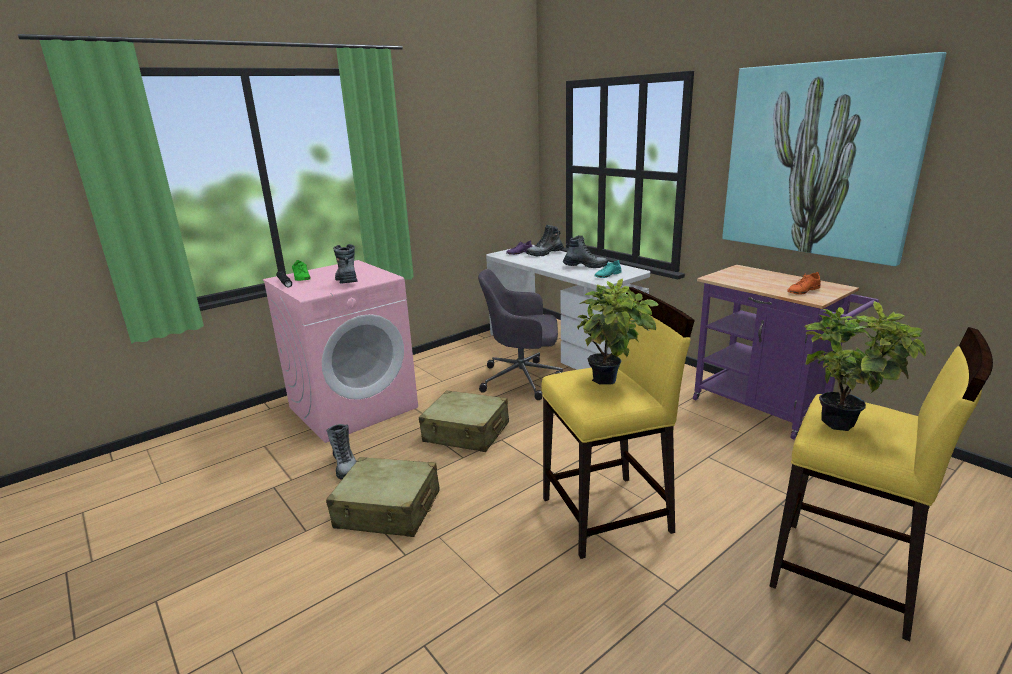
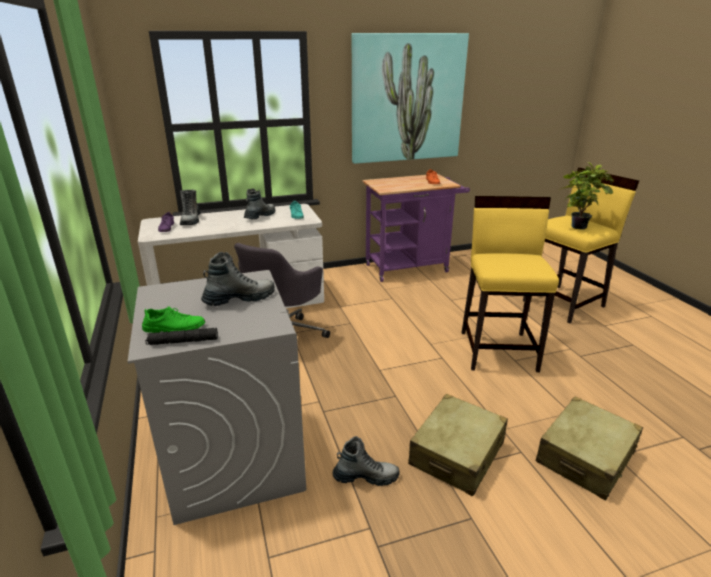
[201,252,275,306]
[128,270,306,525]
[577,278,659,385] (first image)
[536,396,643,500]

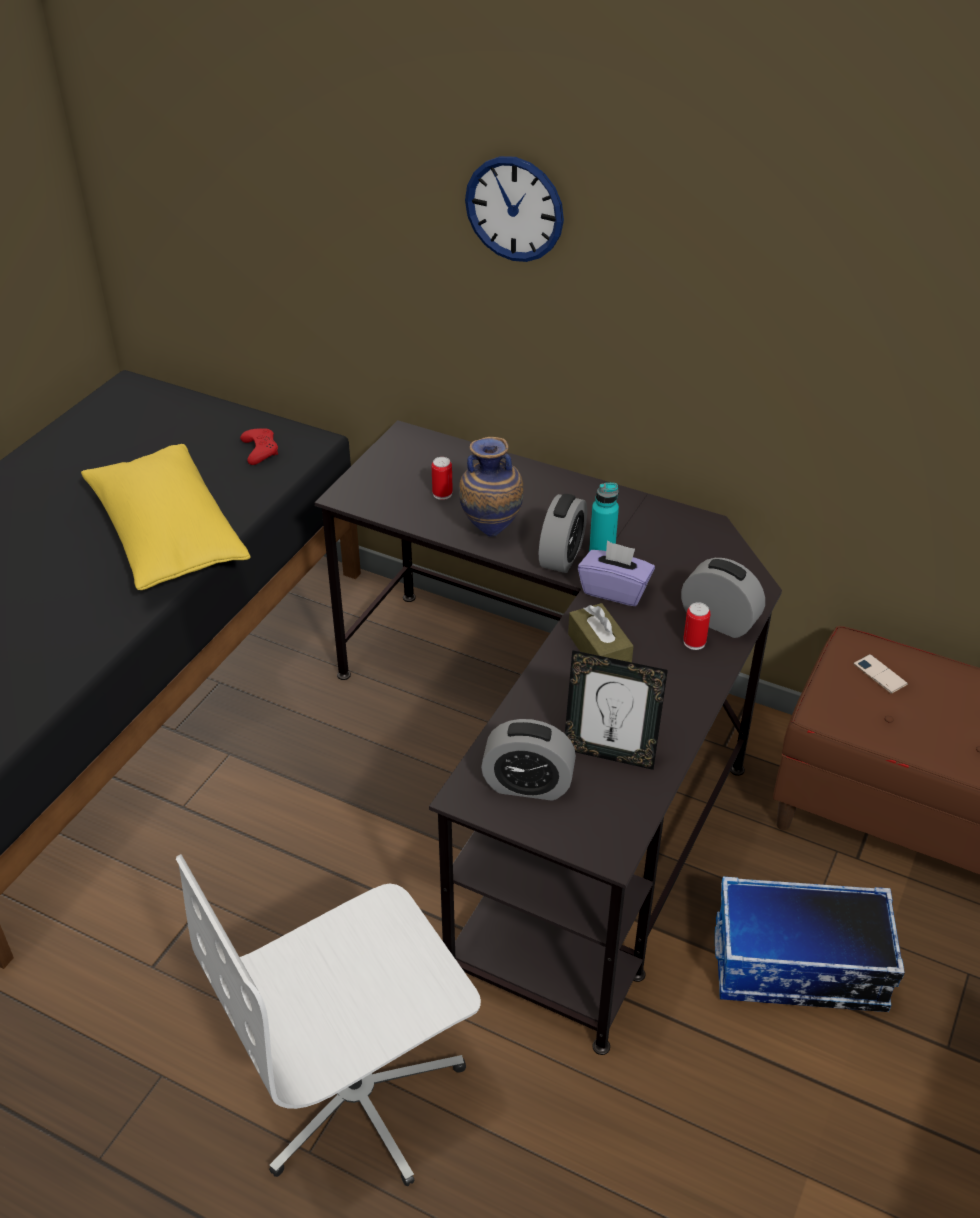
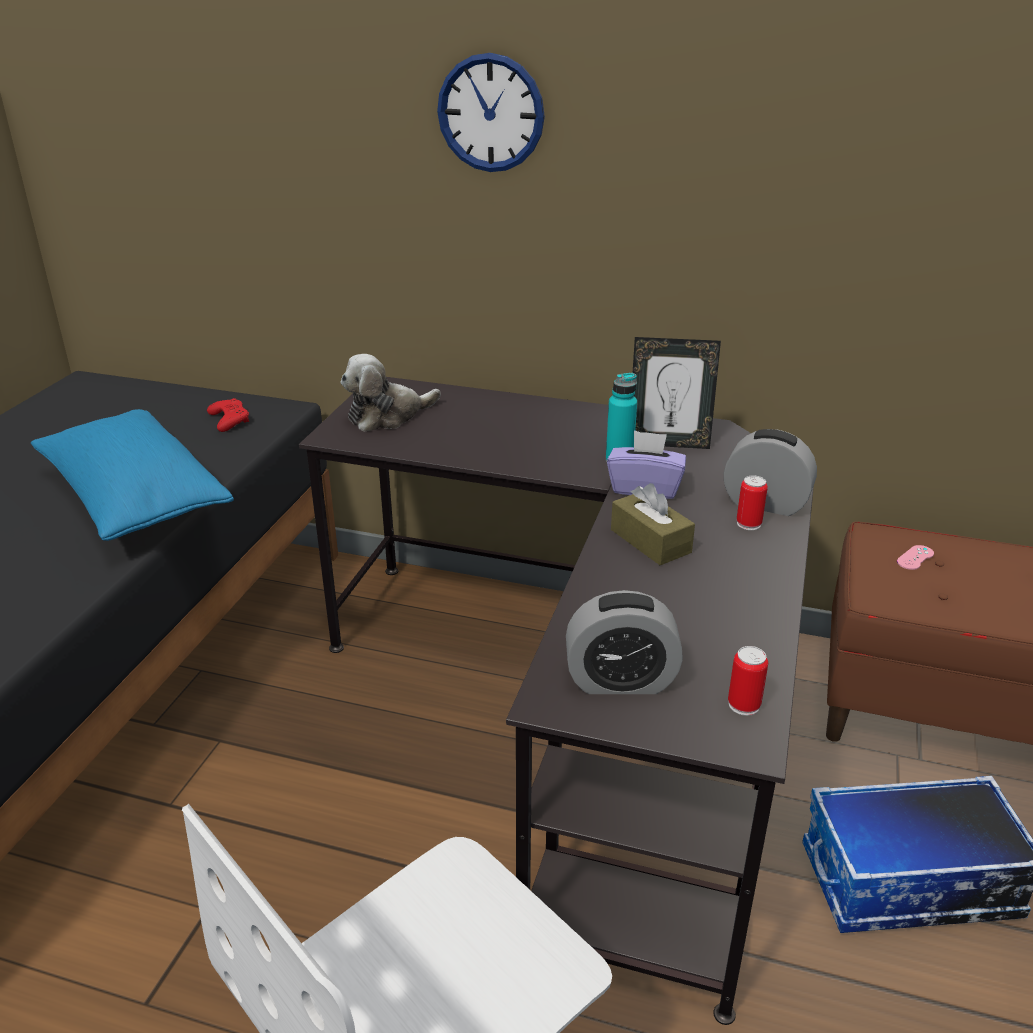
[459,437,523,537] (first image)
[31,409,234,541]
[728,646,768,716]
[539,494,587,573] (first image)
[633,337,721,449]
[897,545,934,570]
[340,354,441,432]

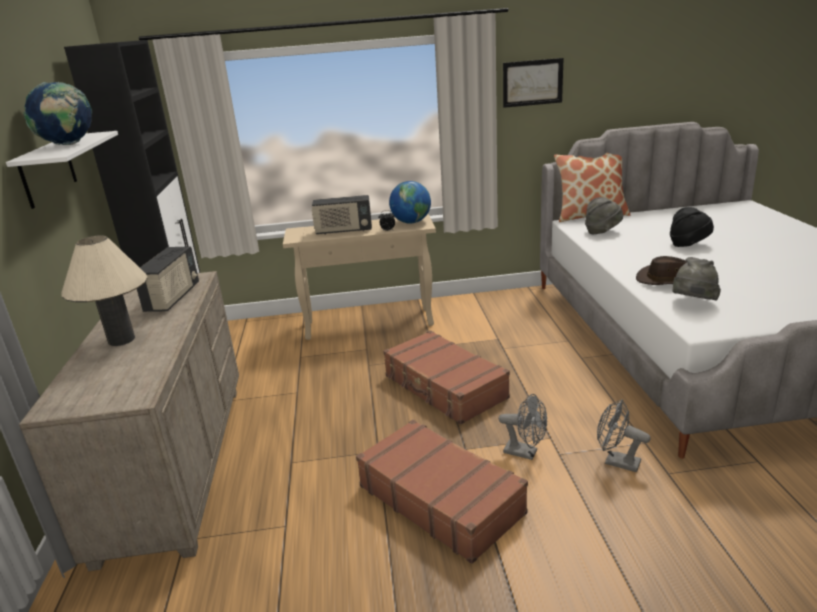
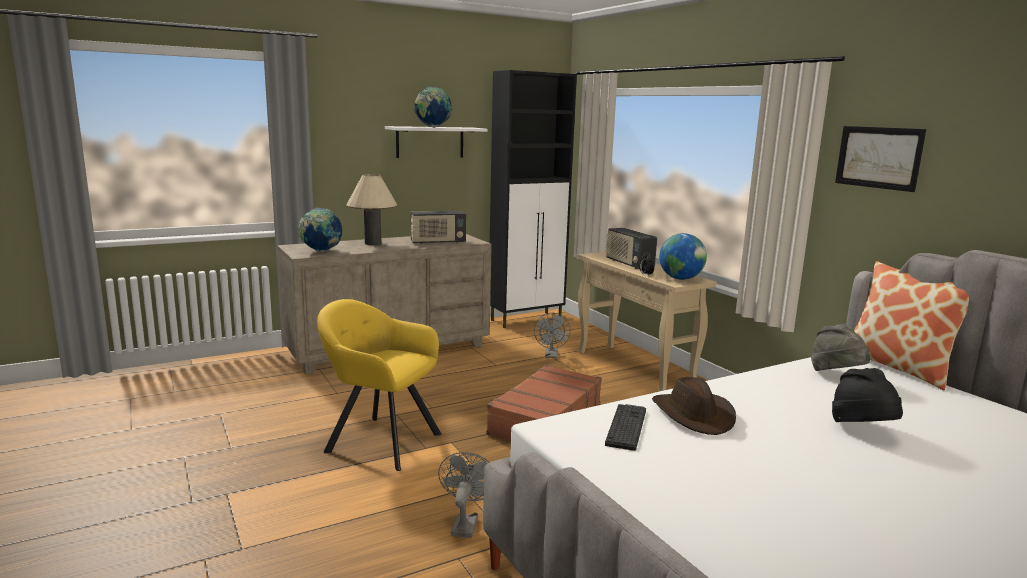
[605,404,646,451]
[534,313,571,358]
[317,299,441,471]
[298,208,342,252]

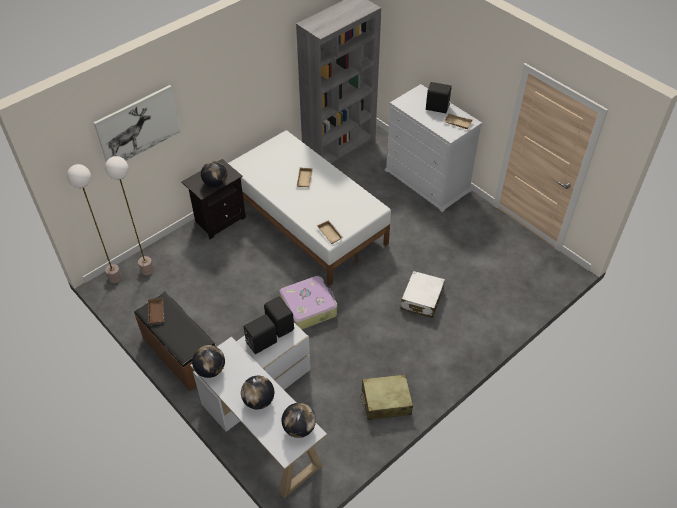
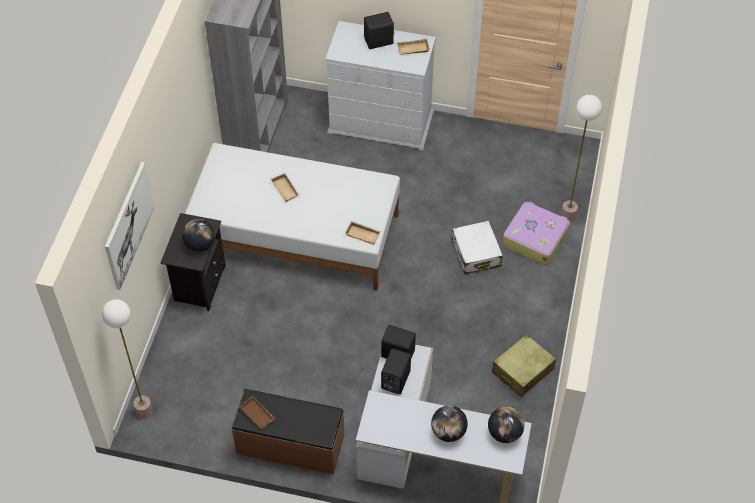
[561,95,602,222]
[502,202,570,265]
[192,345,225,378] (first image)

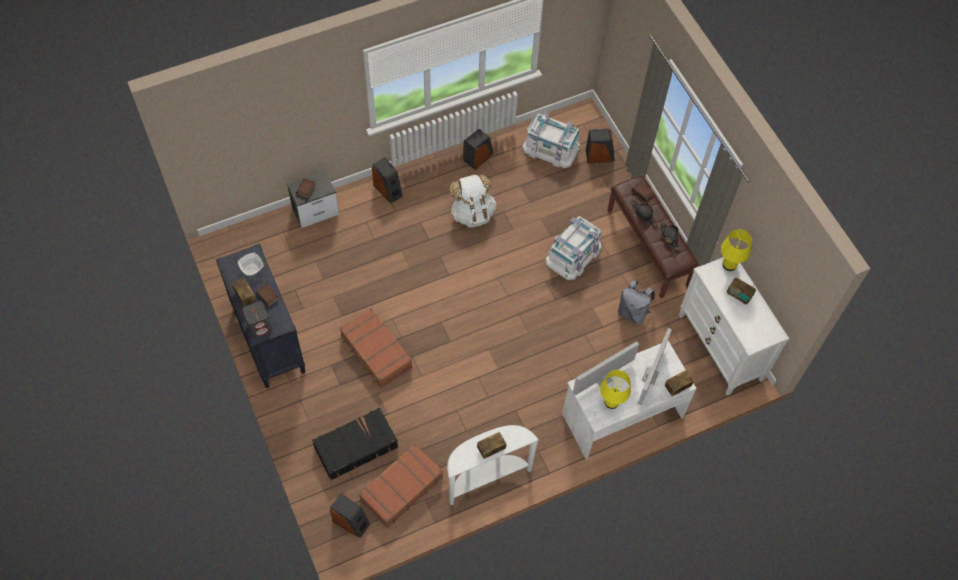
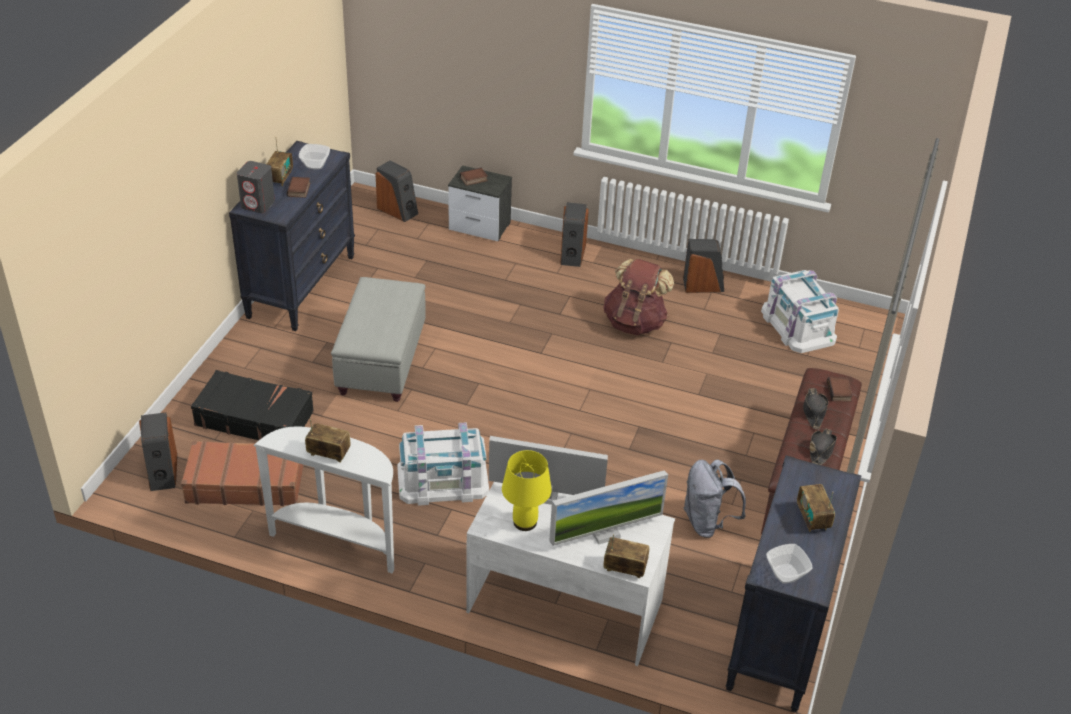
[375,160,418,222]
[603,258,674,335]
[397,423,489,506]
[721,229,752,271] (first image)
[726,455,861,712]
[331,277,426,402]
[766,544,813,584]

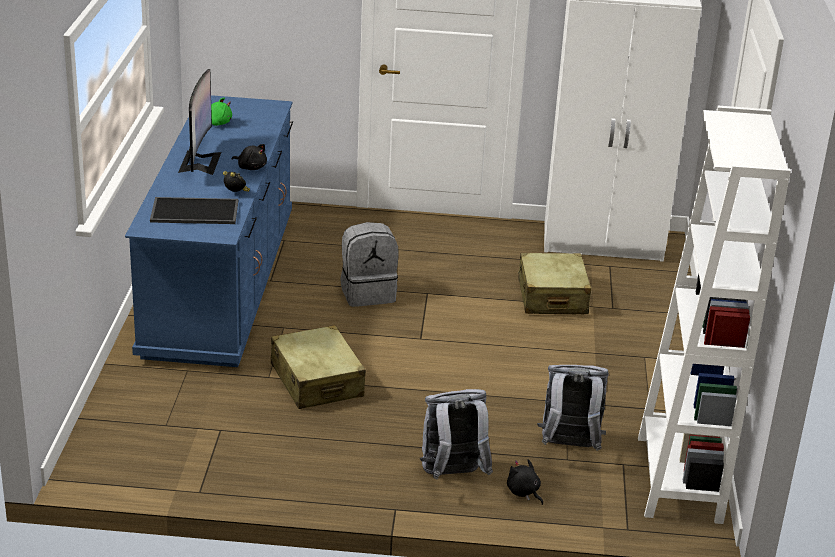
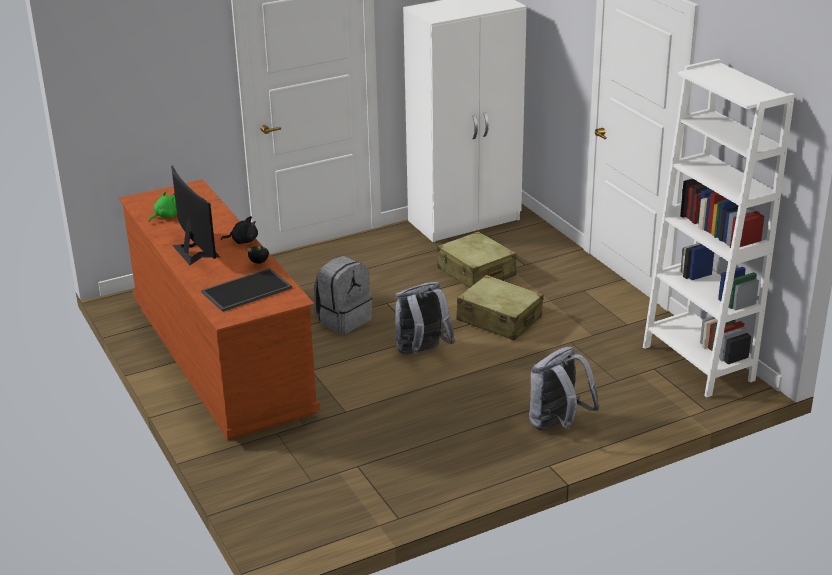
[119,179,320,440]
[456,275,544,340]
[395,282,455,354]
[507,459,543,505] (first image)

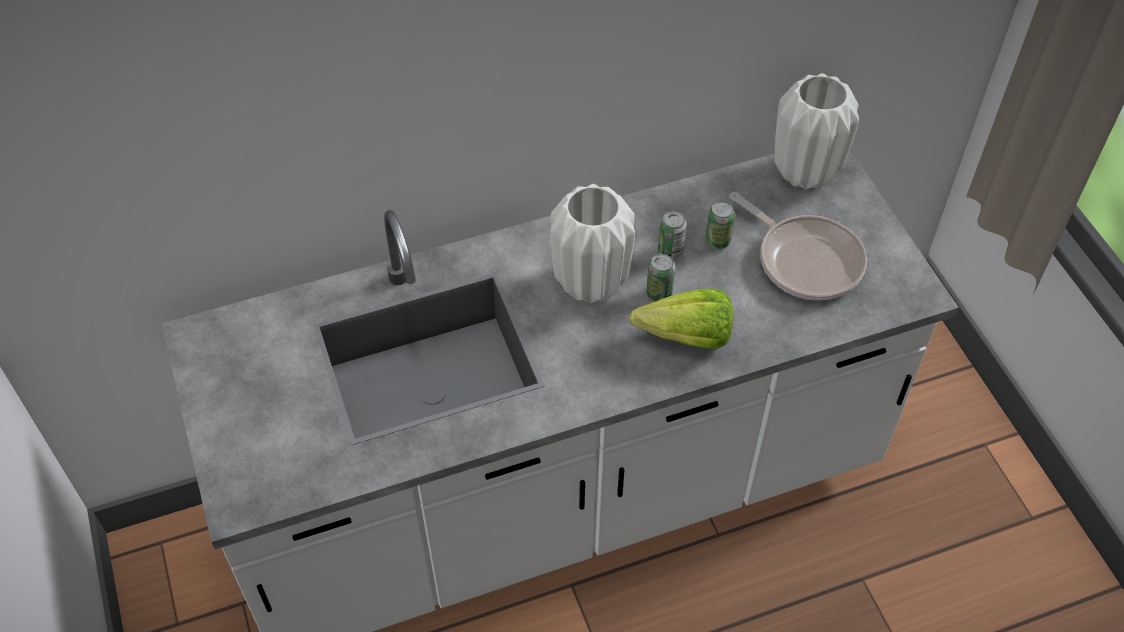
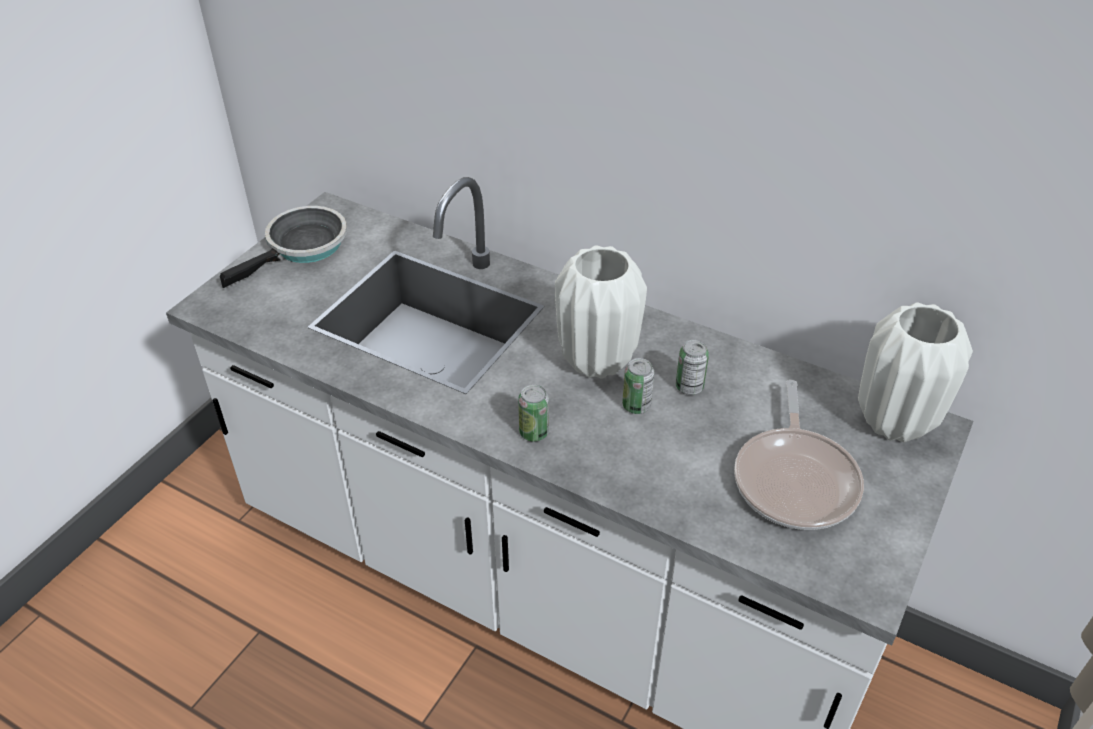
[518,385,549,442]
[629,289,733,350] (first image)
[220,206,347,288]

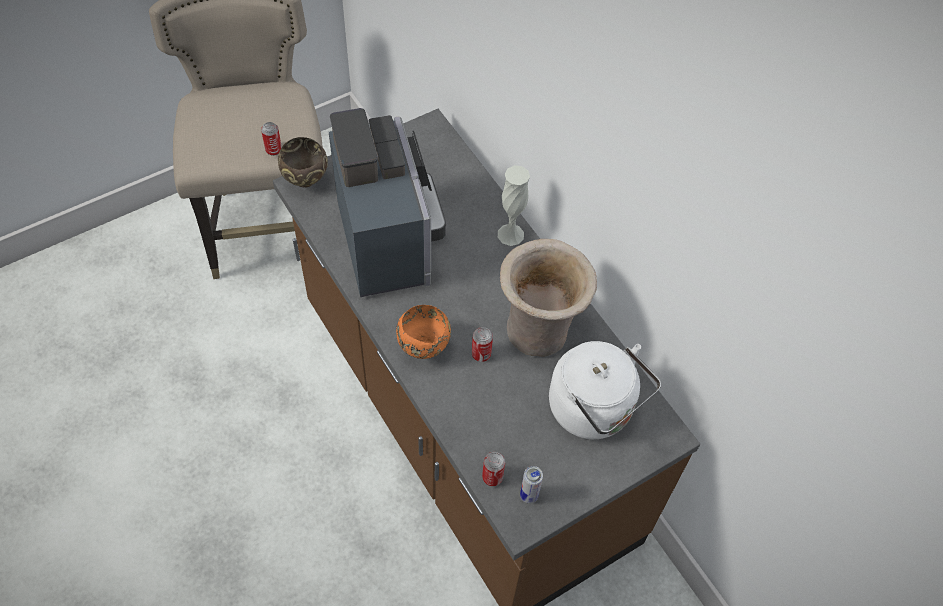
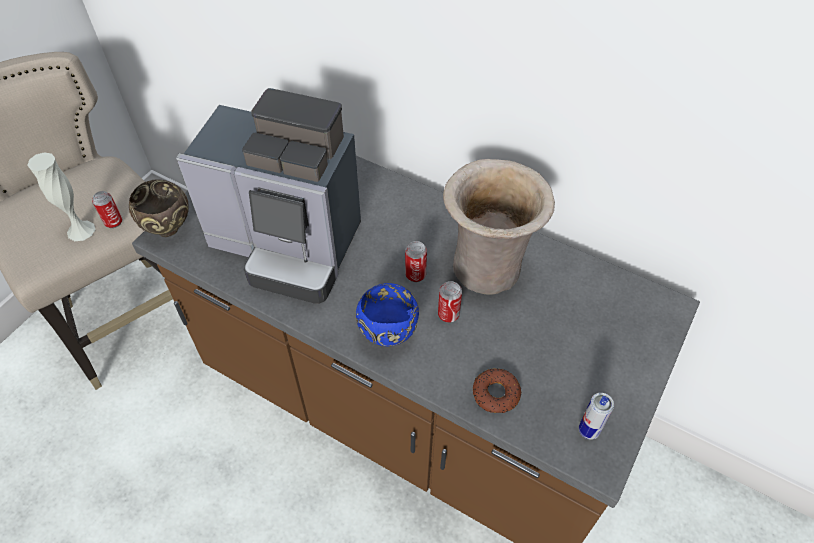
[176,88,361,304]
[27,152,95,241]
[356,283,419,346]
[549,341,661,439] (first image)
[405,241,427,282]
[473,368,521,413]

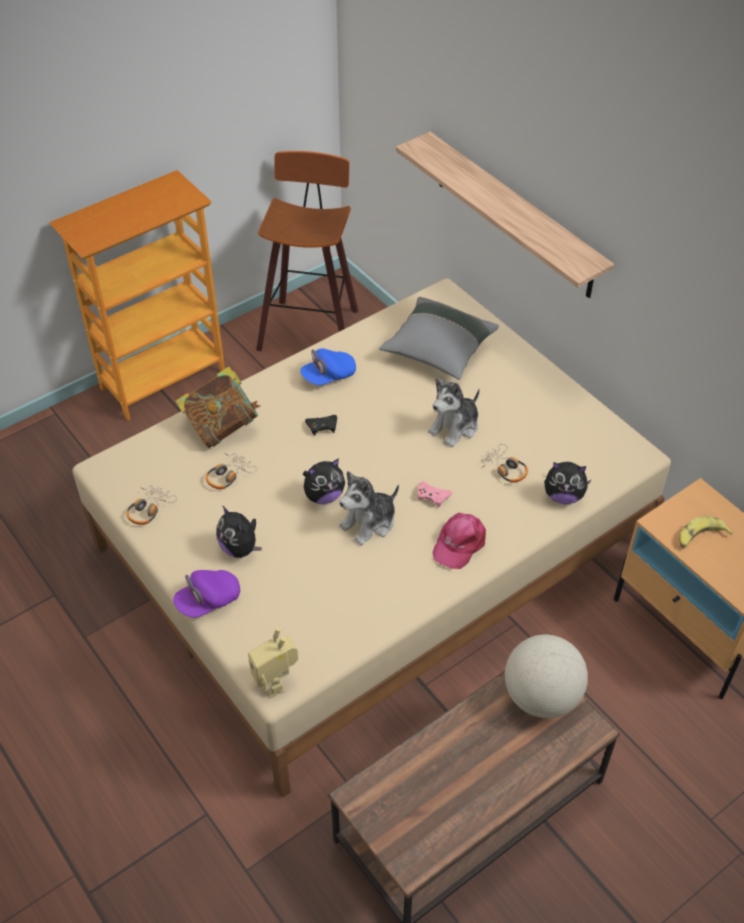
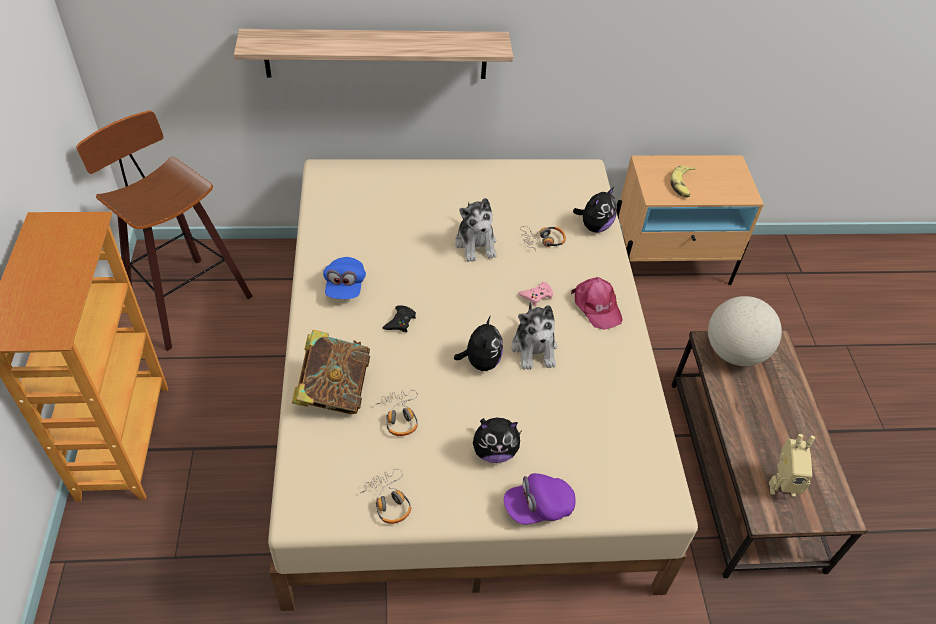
[379,297,499,380] (first image)
[504,473,576,524]
[769,434,815,497]

